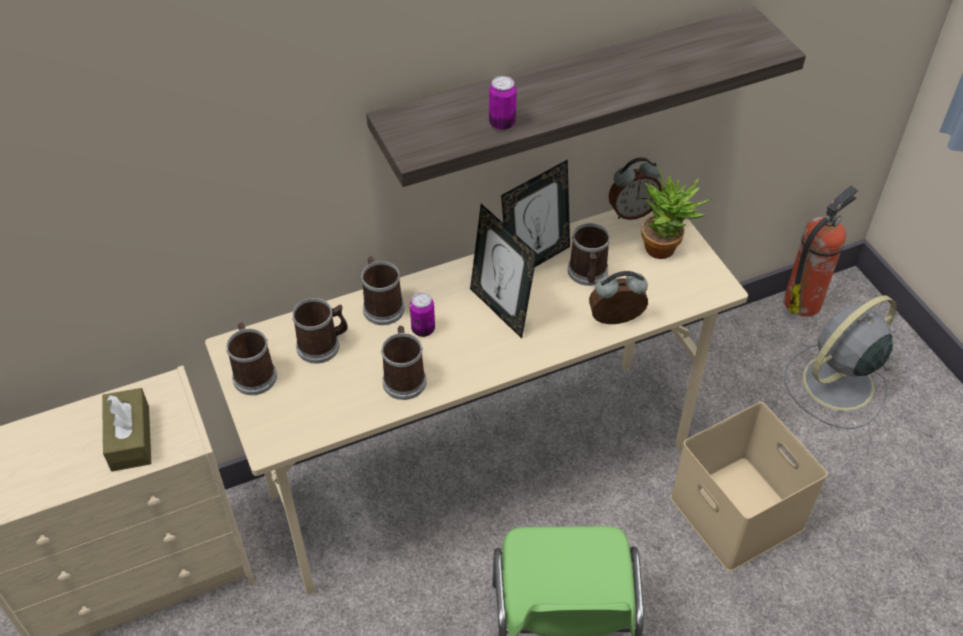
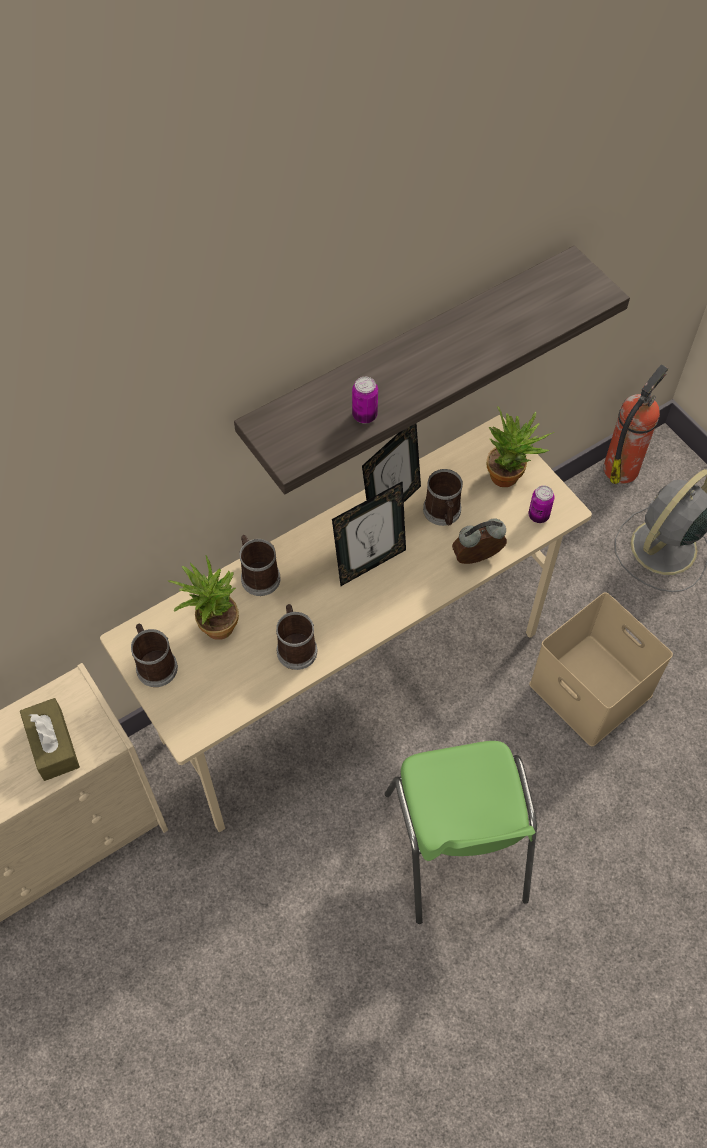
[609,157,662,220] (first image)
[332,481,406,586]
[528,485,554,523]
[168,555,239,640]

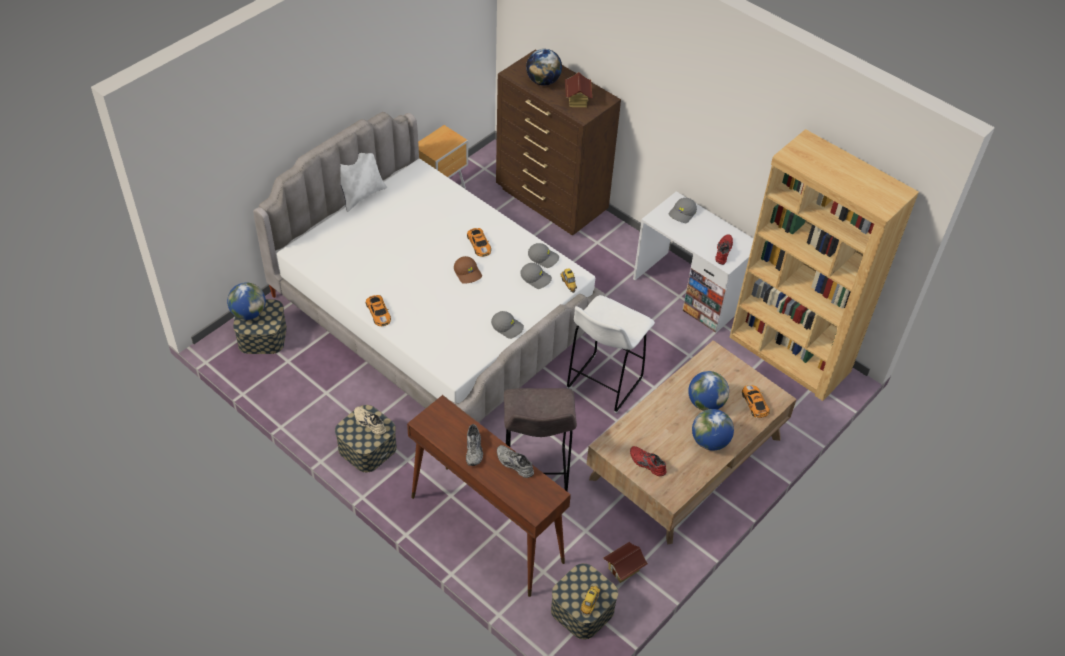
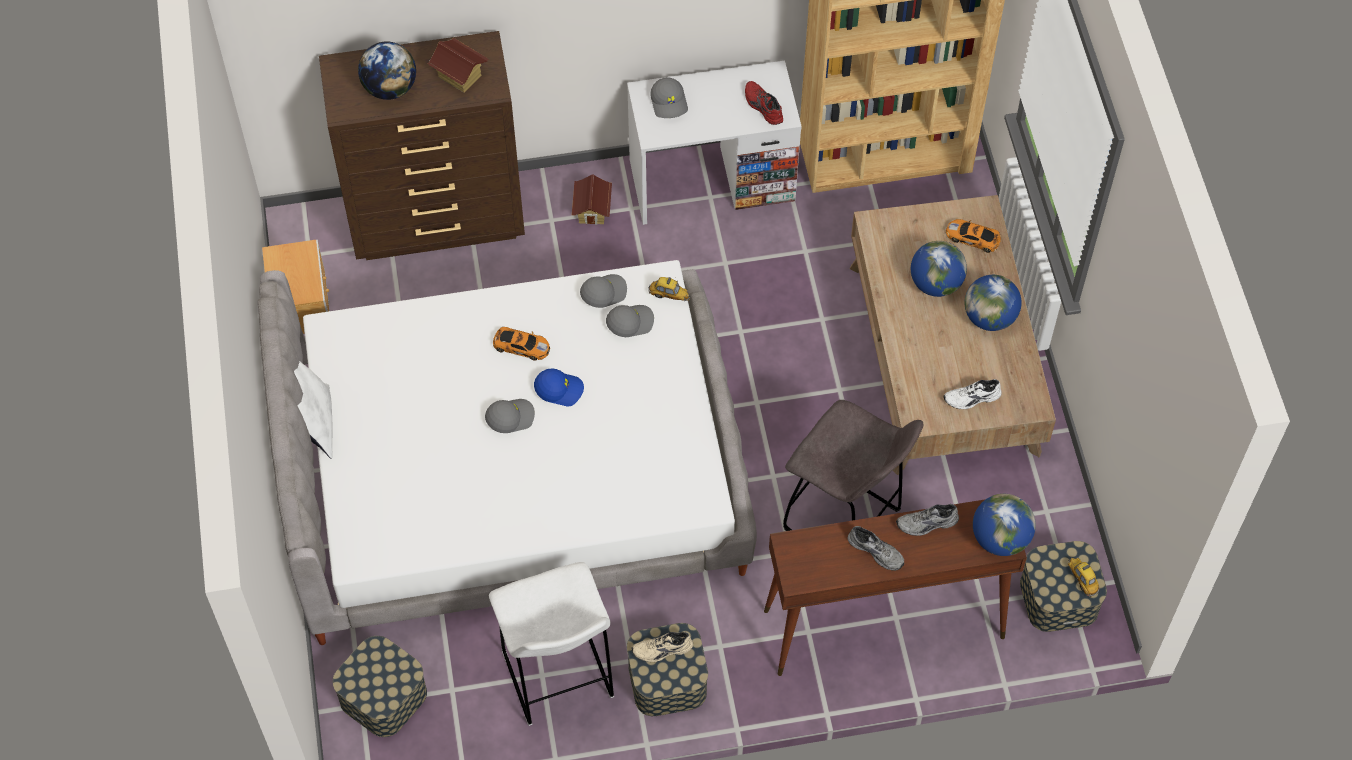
[534,368,584,406]
[973,494,1036,556]
[366,295,391,326] (first image)
[489,562,614,726]
[485,399,535,433]
[943,379,1002,409]
[572,174,612,225]

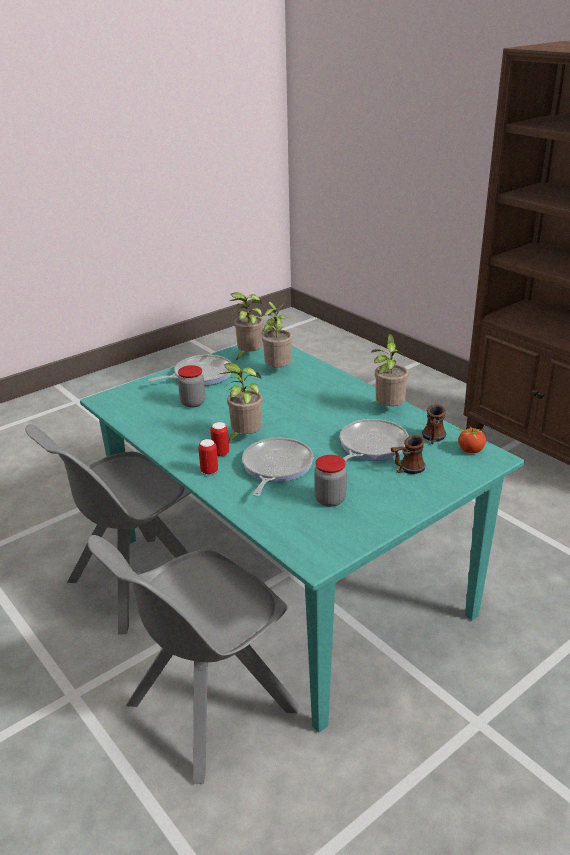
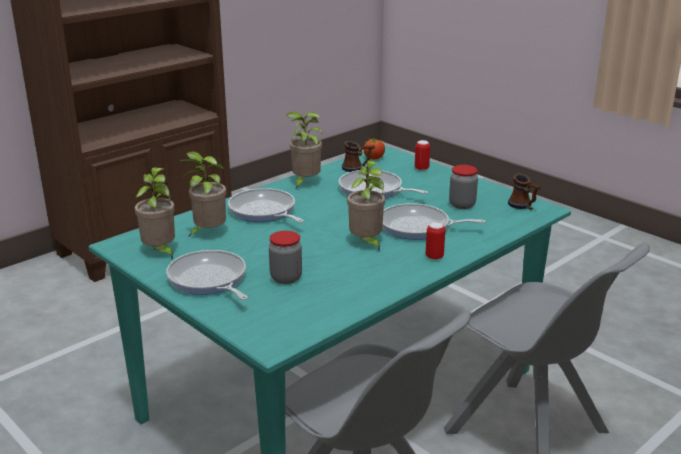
[415,140,430,171]
[508,173,542,210]
[228,188,304,223]

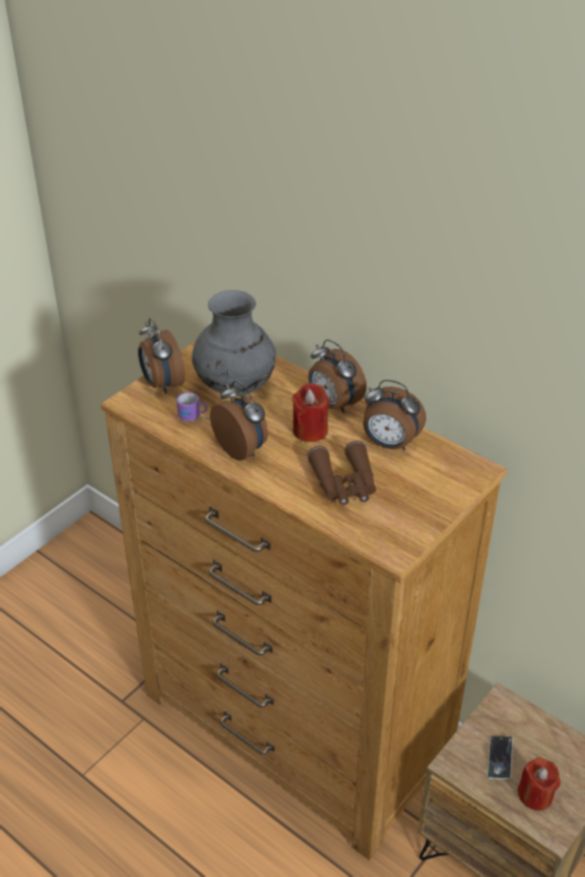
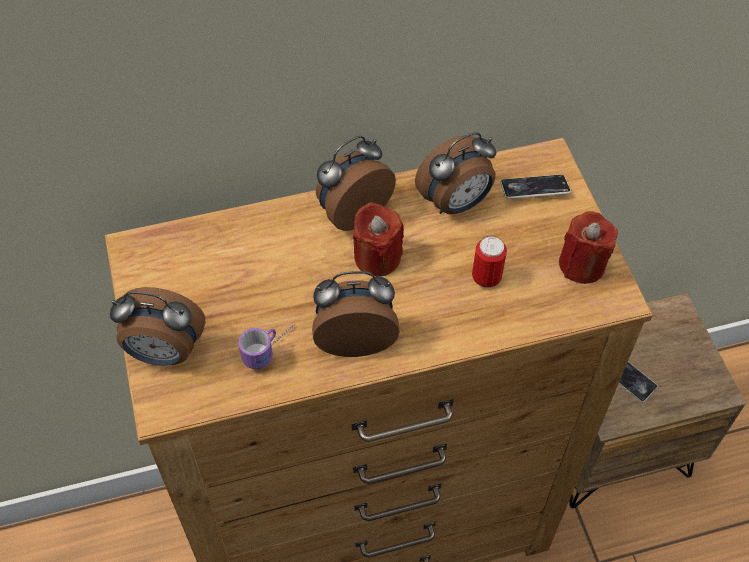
[192,290,276,396] (first image)
[316,136,396,231]
[472,236,507,288]
[559,211,618,284]
[500,174,571,199]

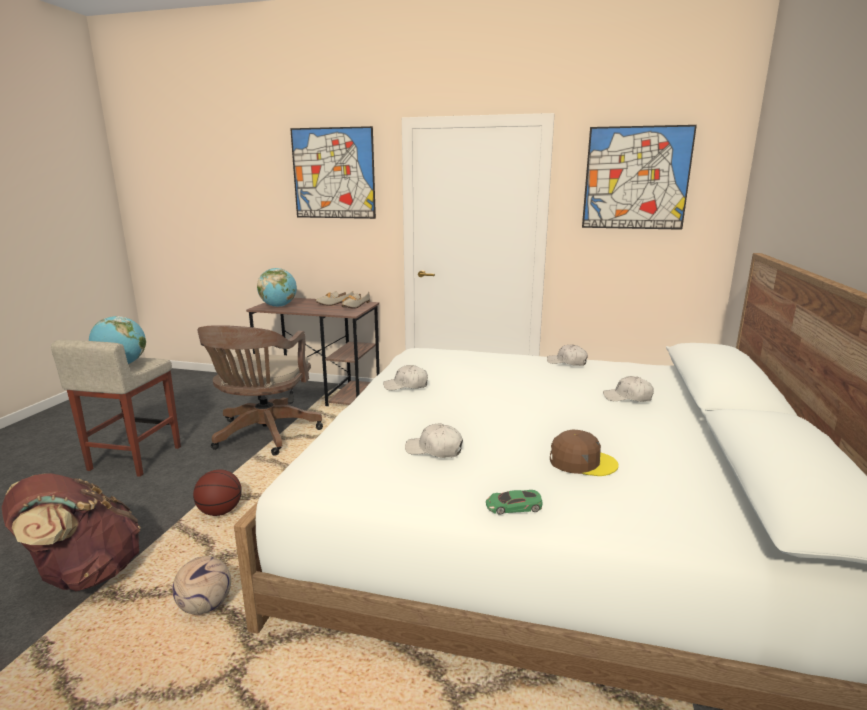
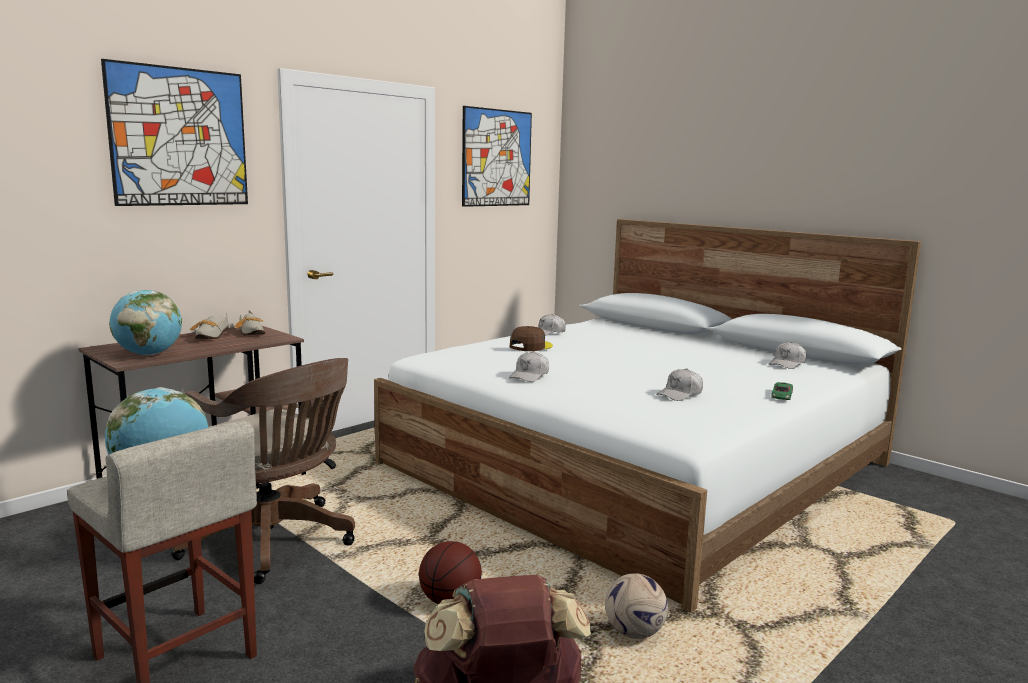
[769,342,806,369]
[510,326,553,351]

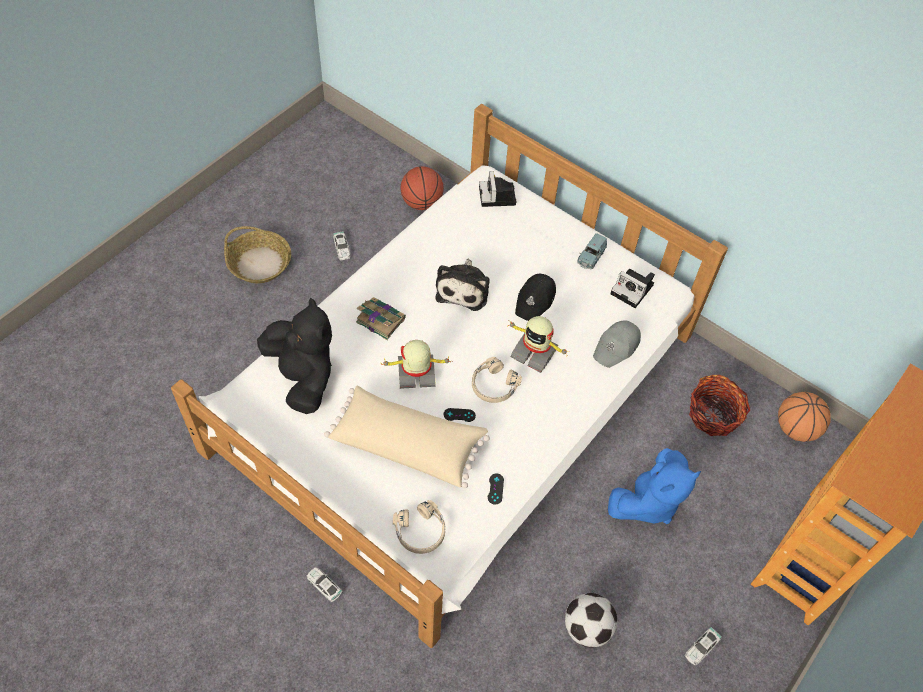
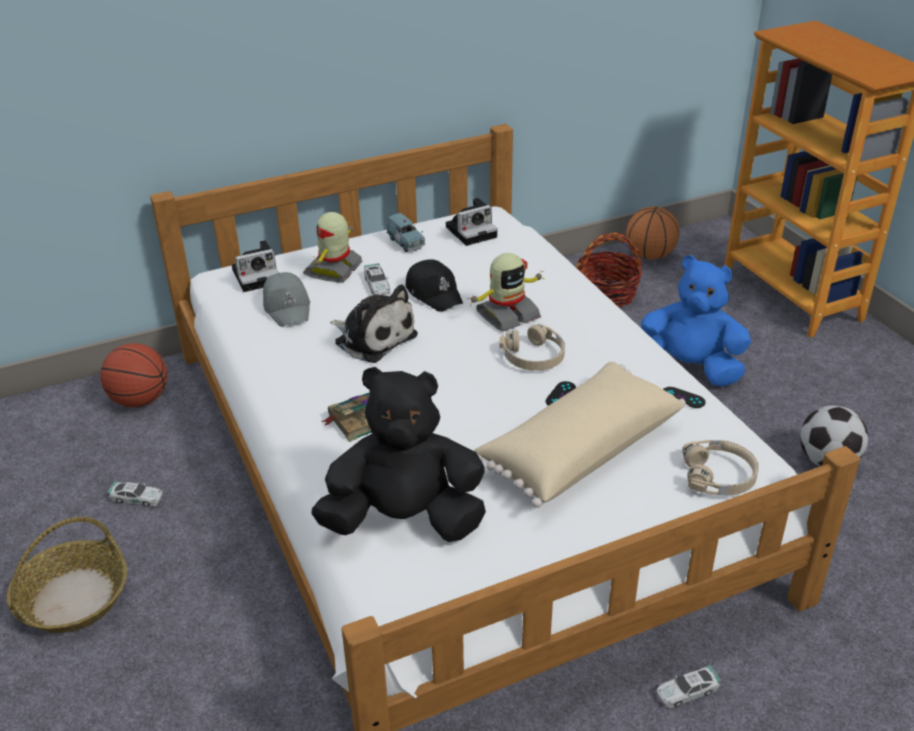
[232,240,279,292]
[263,272,310,327]
[303,212,362,283]
[641,255,751,387]
[364,263,390,295]

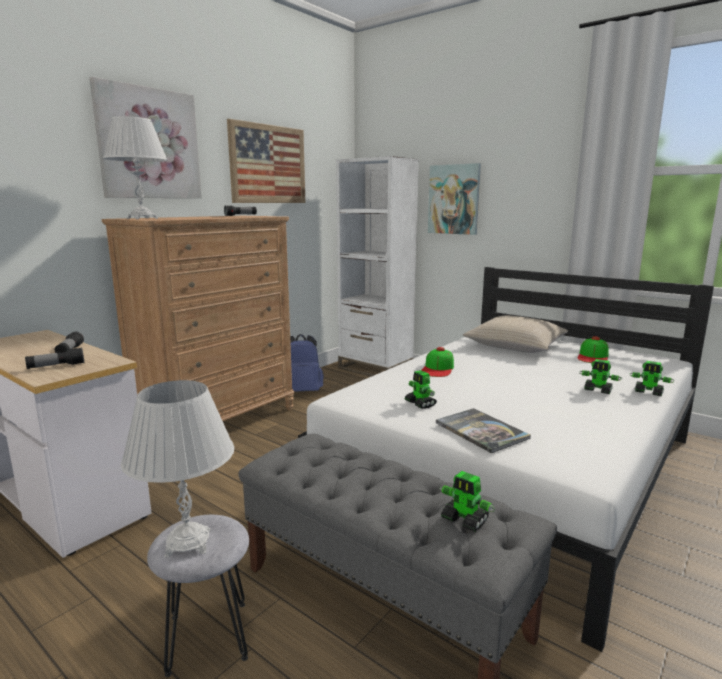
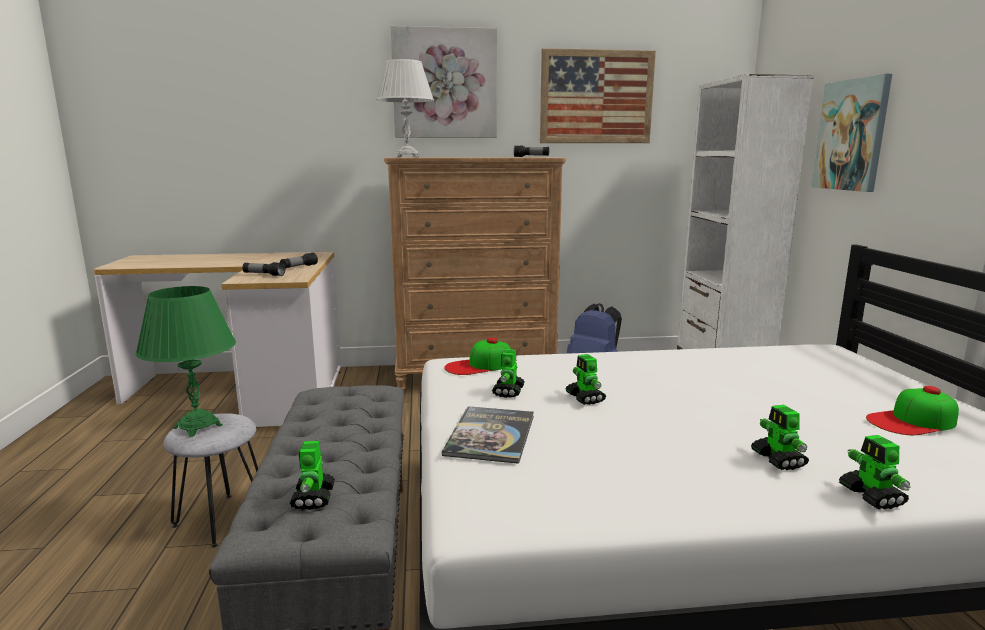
[463,316,568,353] (first image)
[444,338,511,375]
[136,286,236,437]
[566,354,606,405]

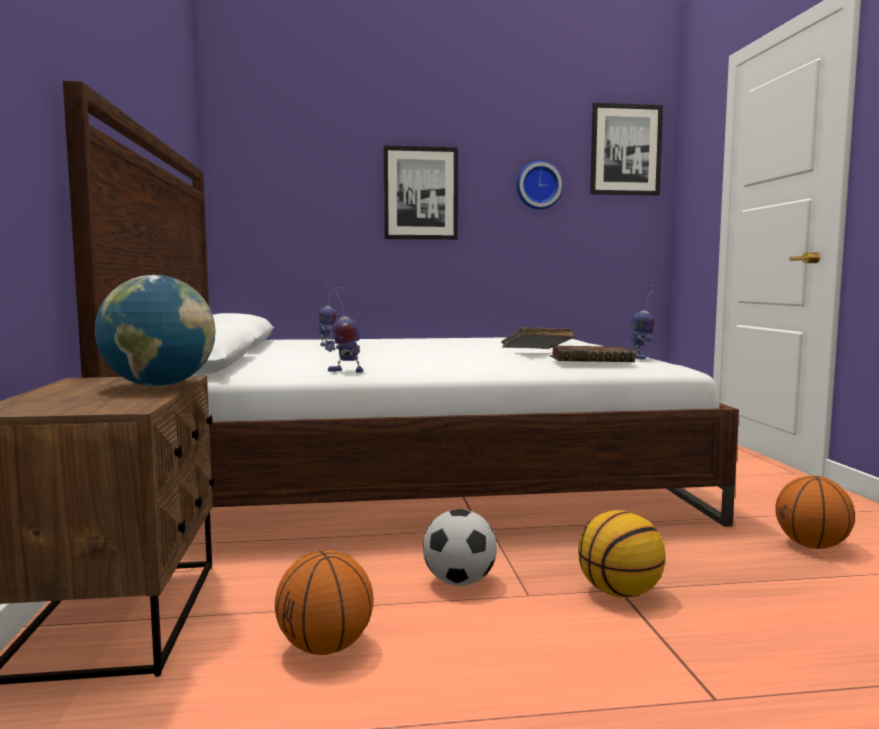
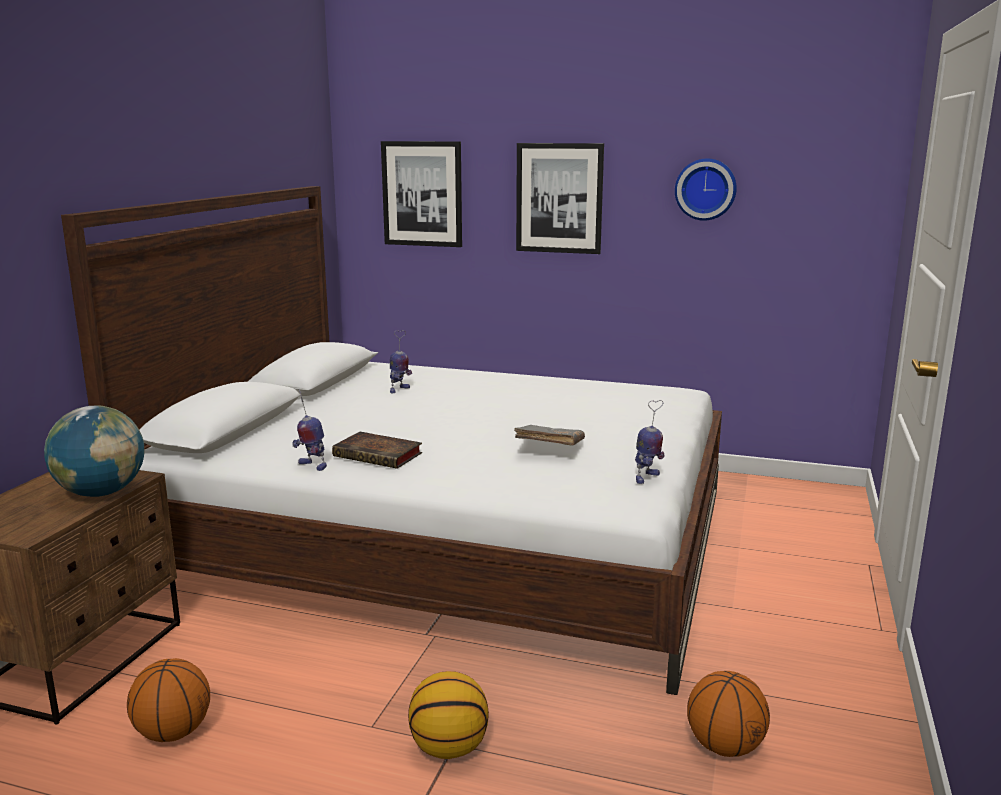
[381,141,462,247]
[332,432,422,469]
[423,509,497,586] (first image)

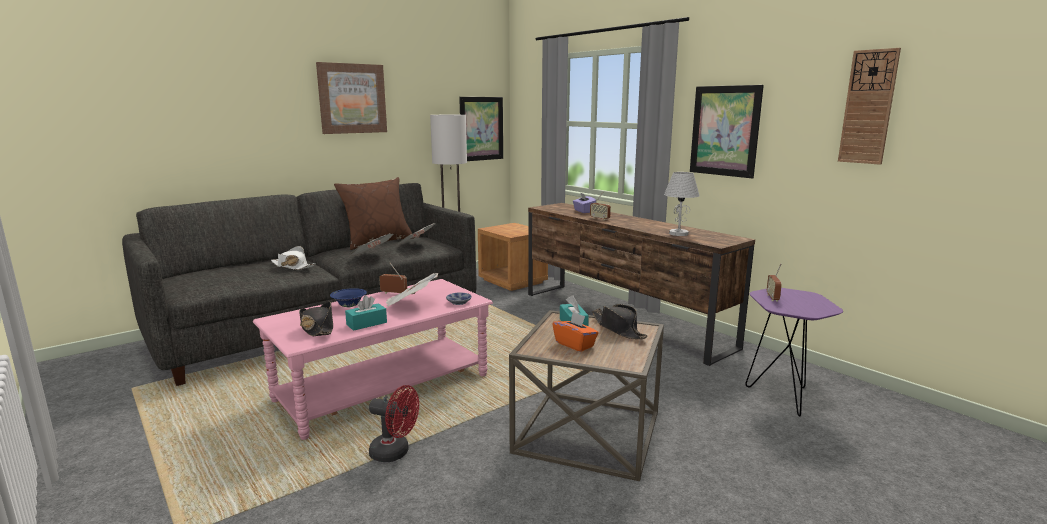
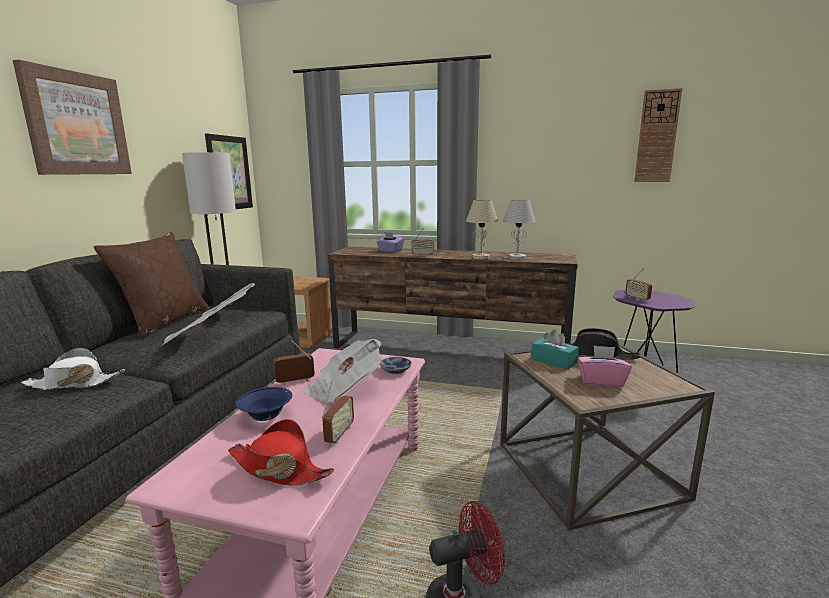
[690,85,764,178] (first image)
[322,381,354,444]
[228,419,334,486]
[578,345,632,387]
[466,200,498,259]

